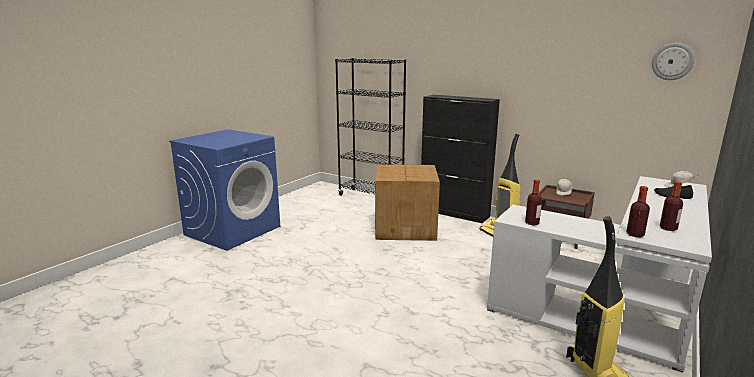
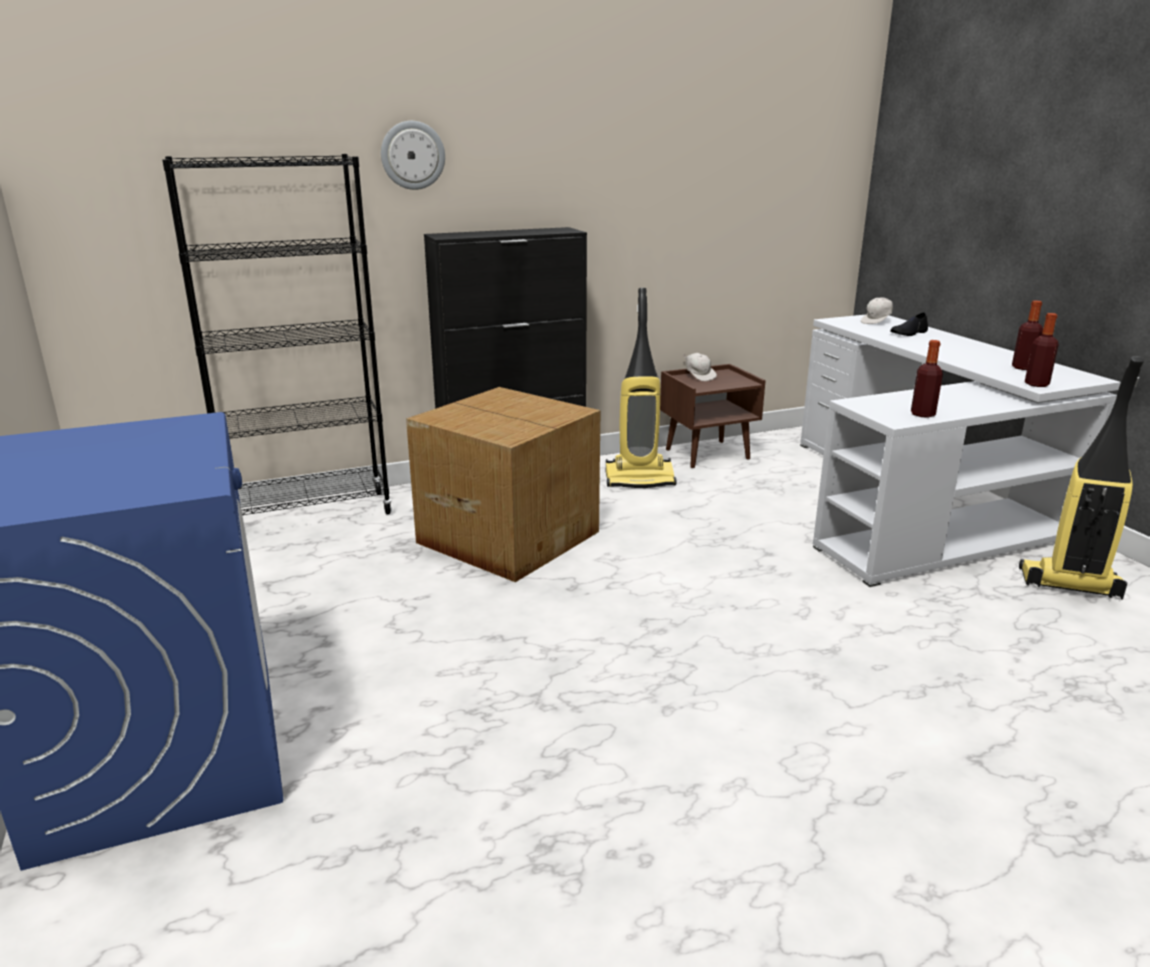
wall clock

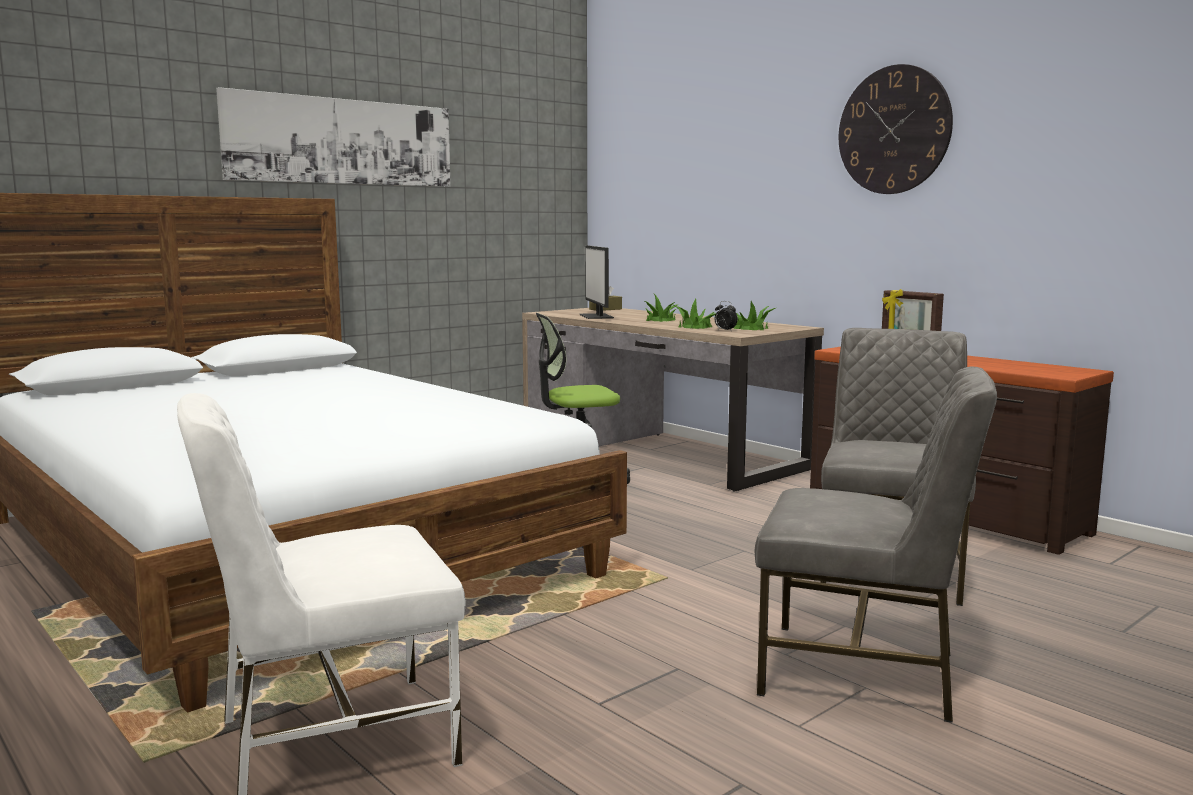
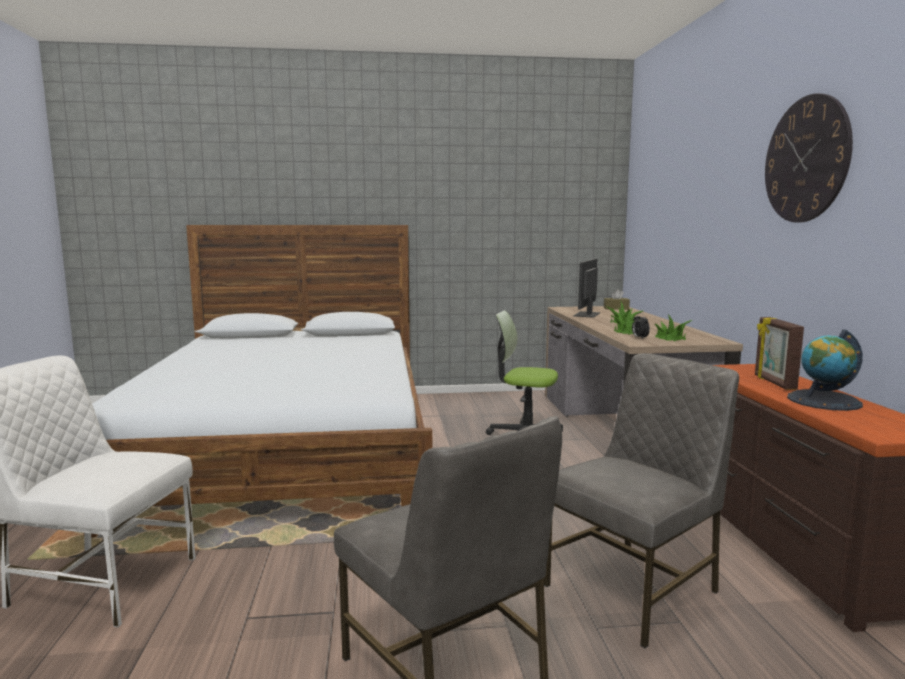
globe; picture

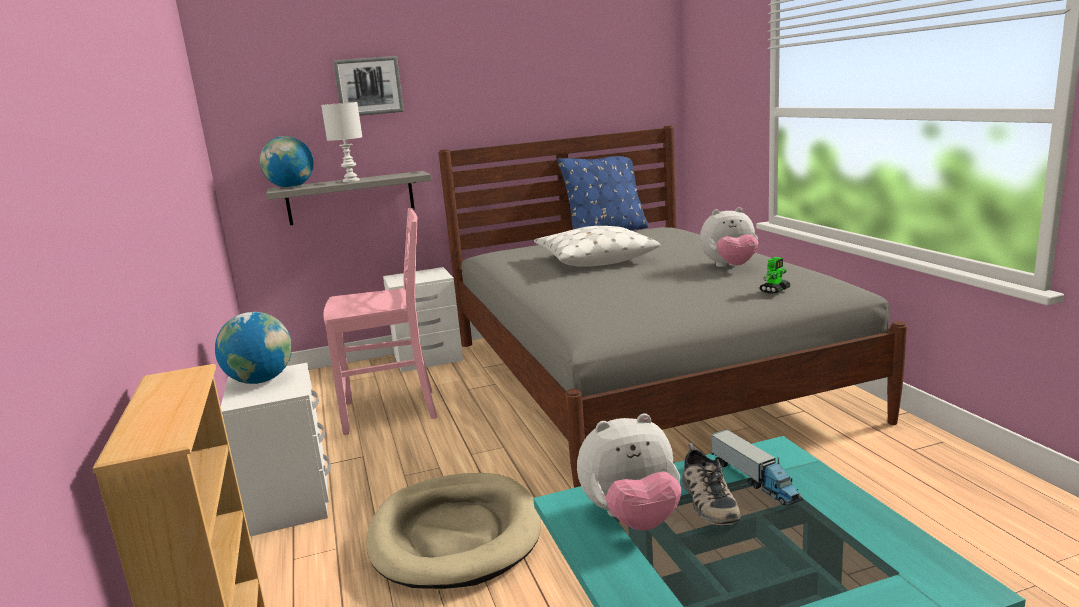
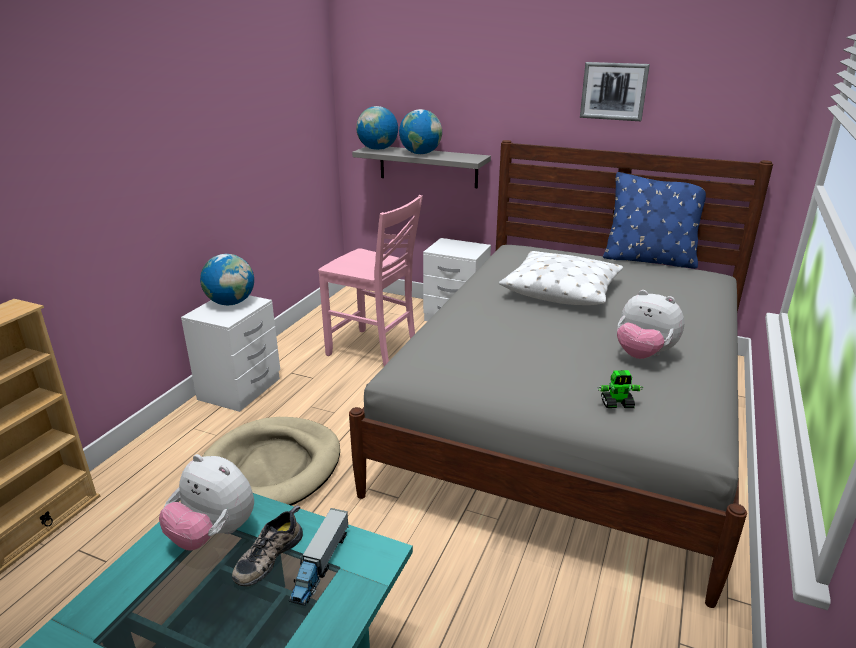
globe (no. 3 from left); picture

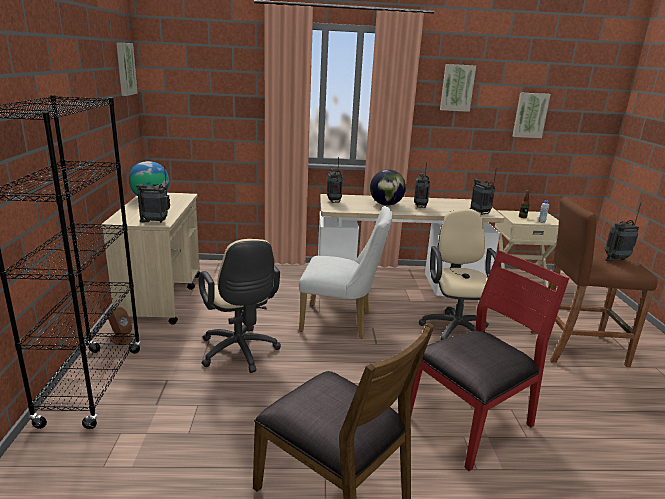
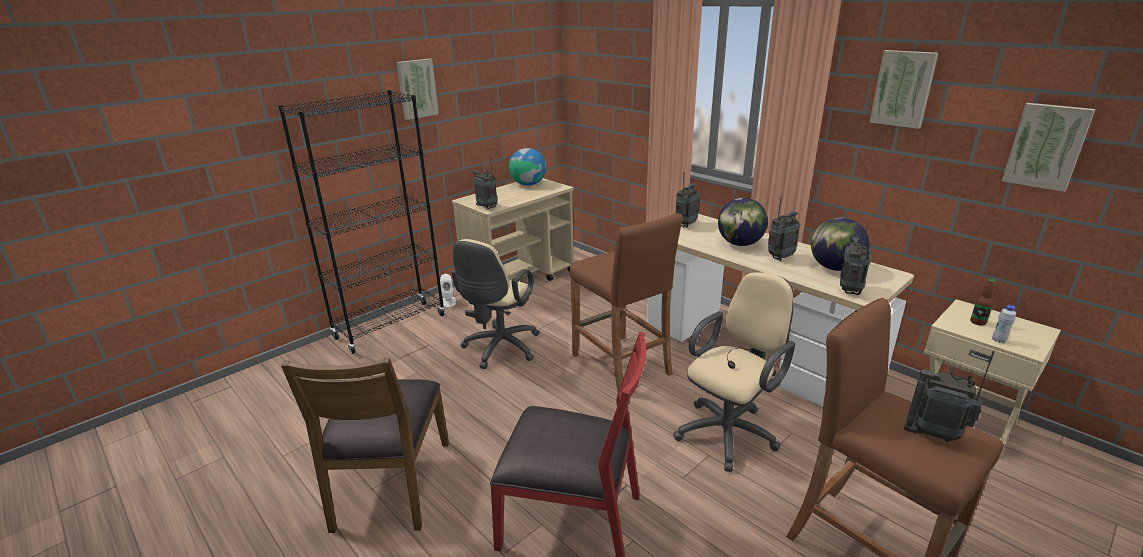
picture (no. 1 from left); white speaker; brown stool (no. 1 from left); globe (no. 3 from left)

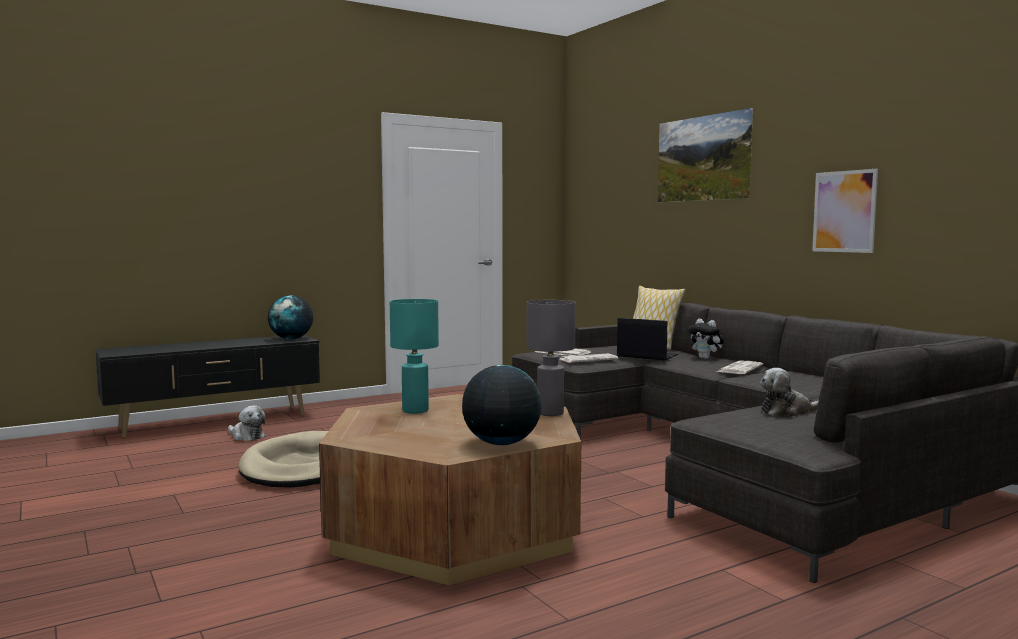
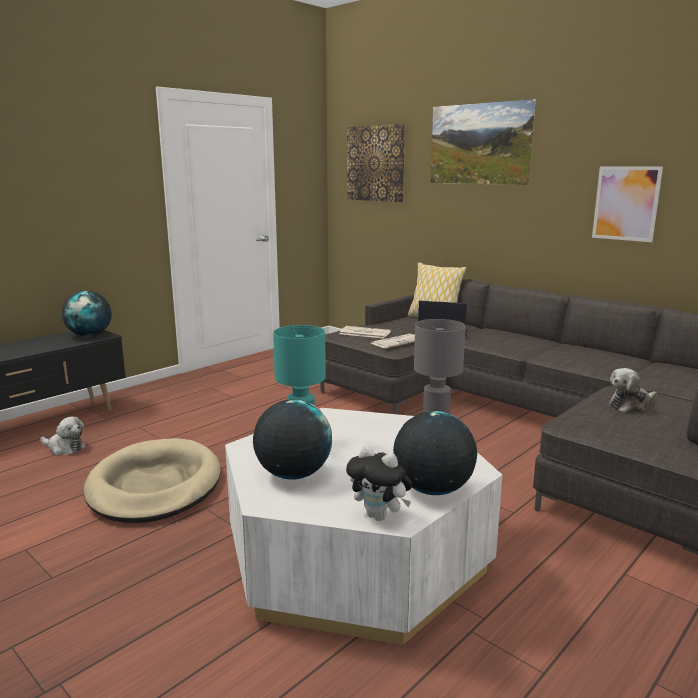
white coffee table; globe (no. 2 from left); plush toy (no. 2 from left); picture (no. 1 from left); newspaper (no. 3 from left in the first image)

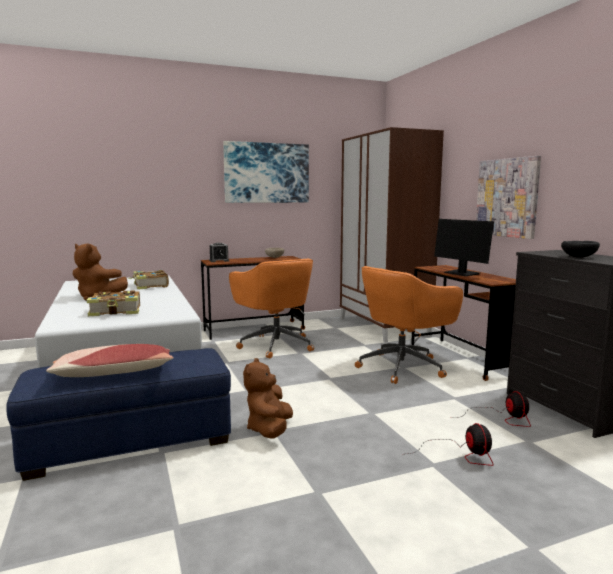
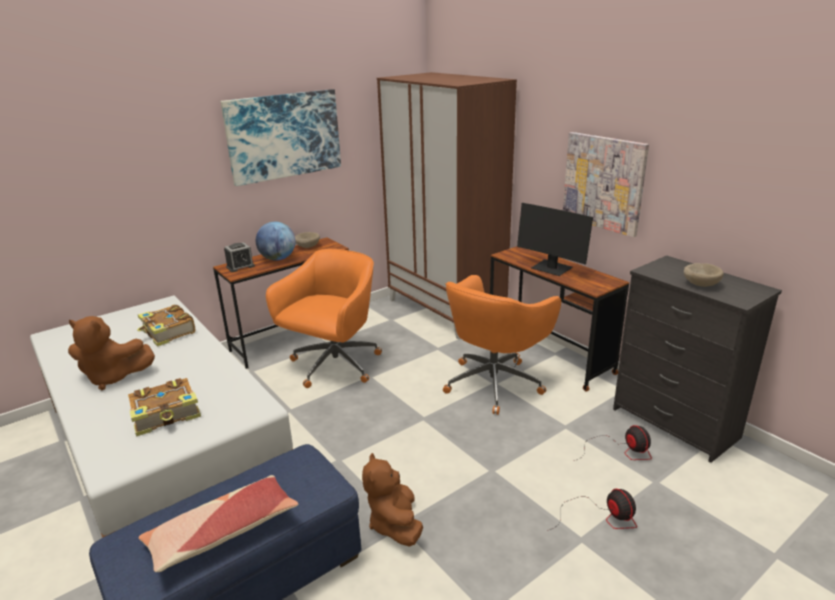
globe; orange office chair (no. 1 from left); beige bowl (no. 2 from left)

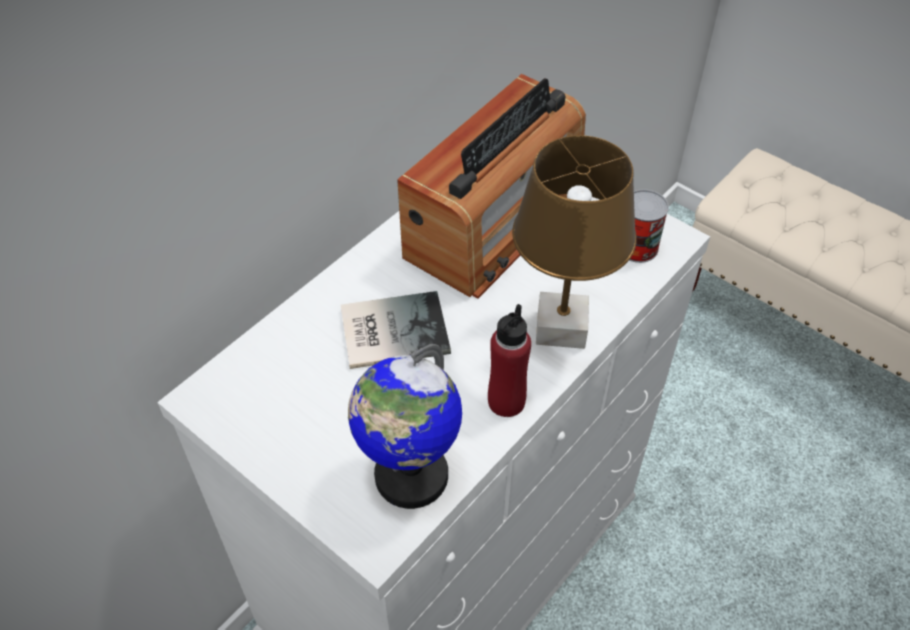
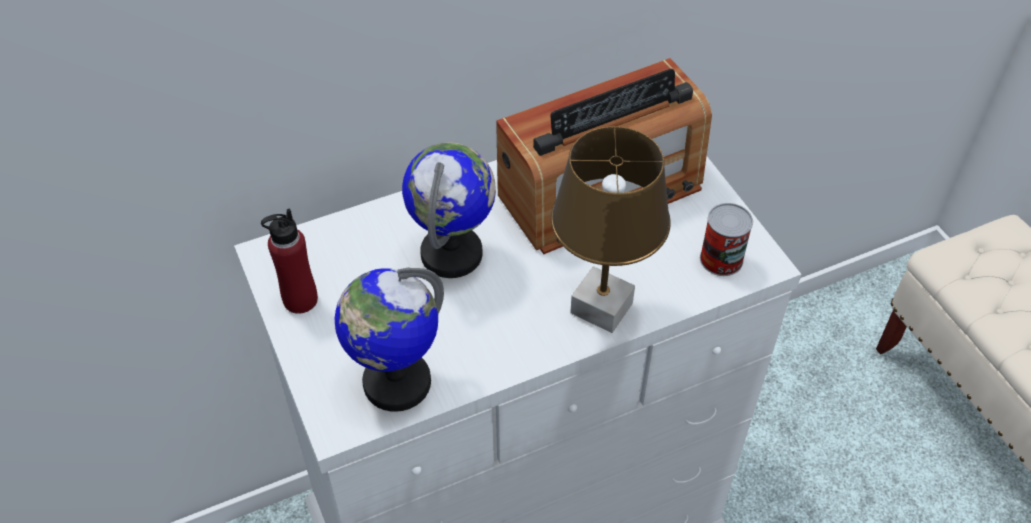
red bottle; globe (no. 2 from left)

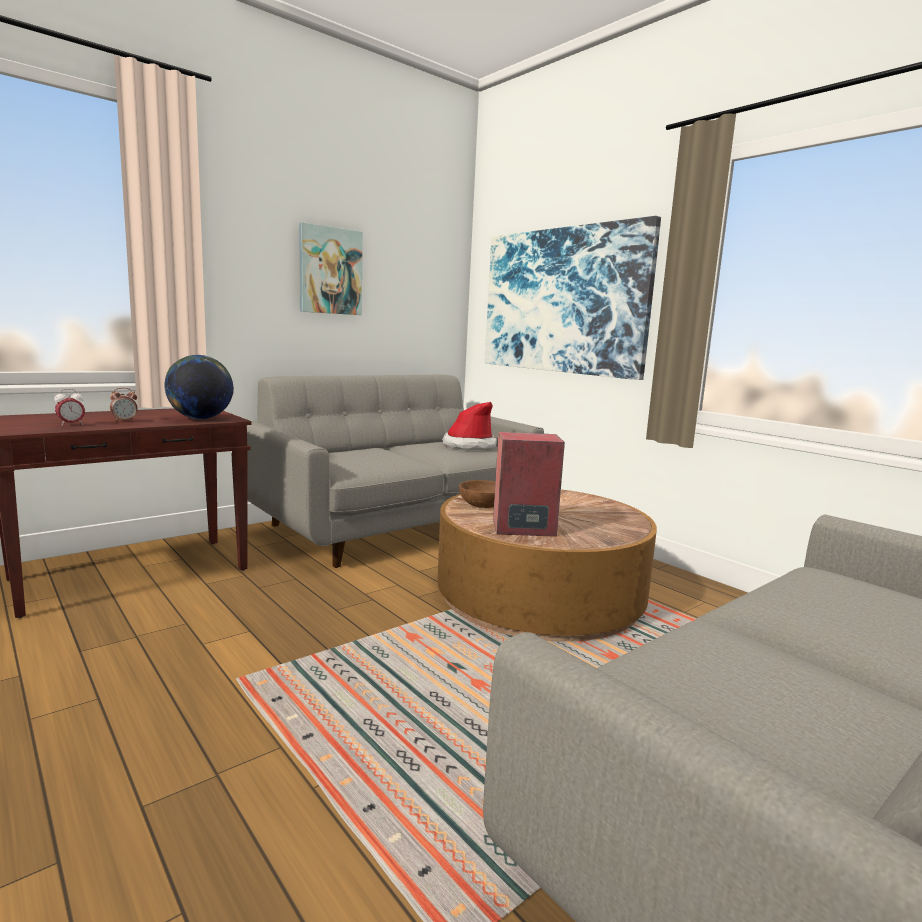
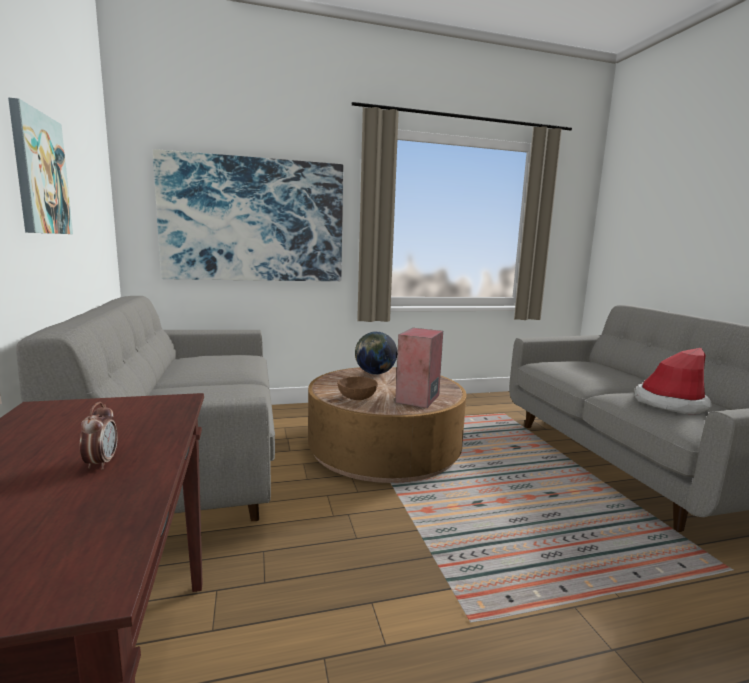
globe; hat; alarm clock (no. 1 from left in the first image)

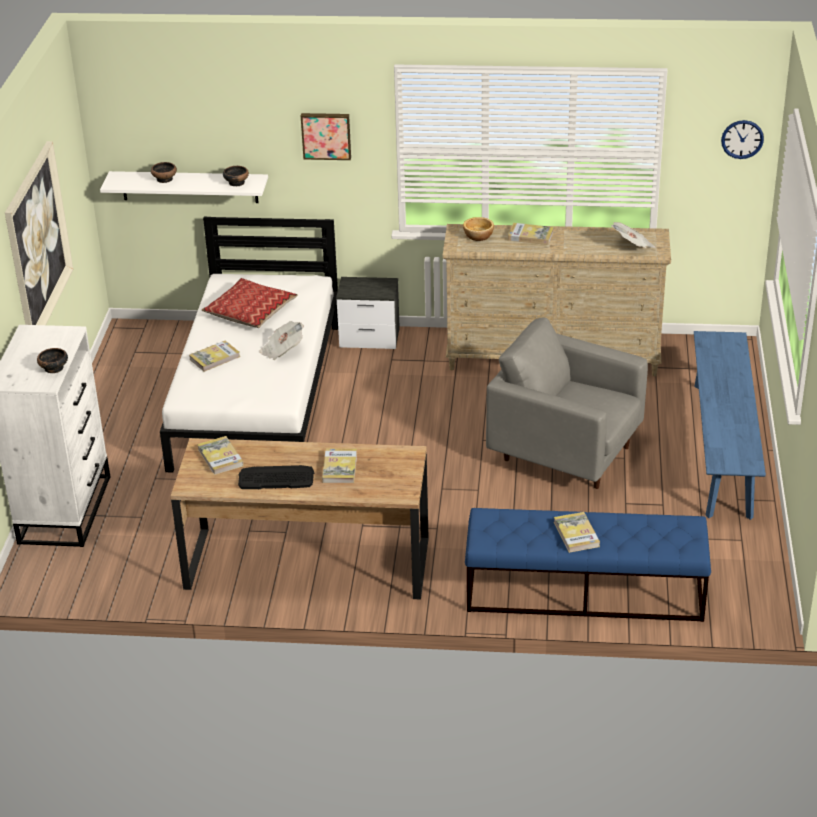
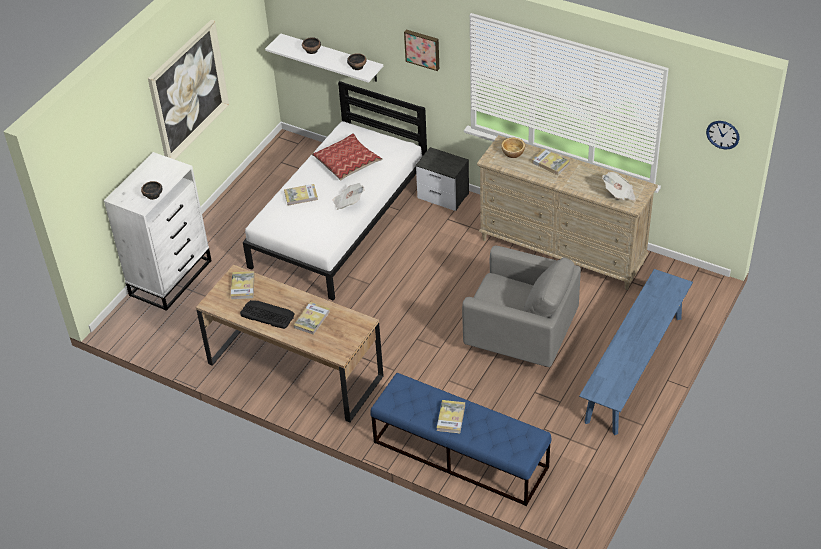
grey armchair

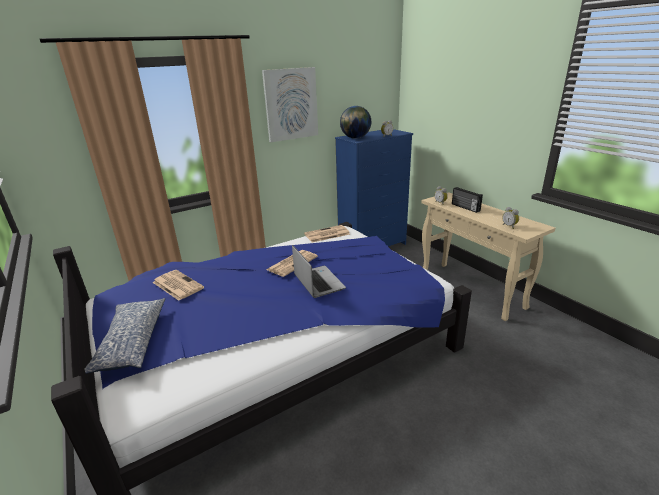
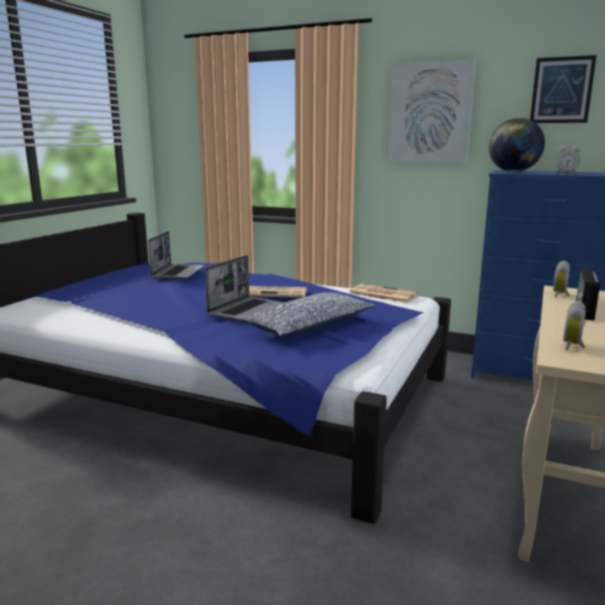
laptop (no. 1 from left); pillow; picture (no. 2 from left)

